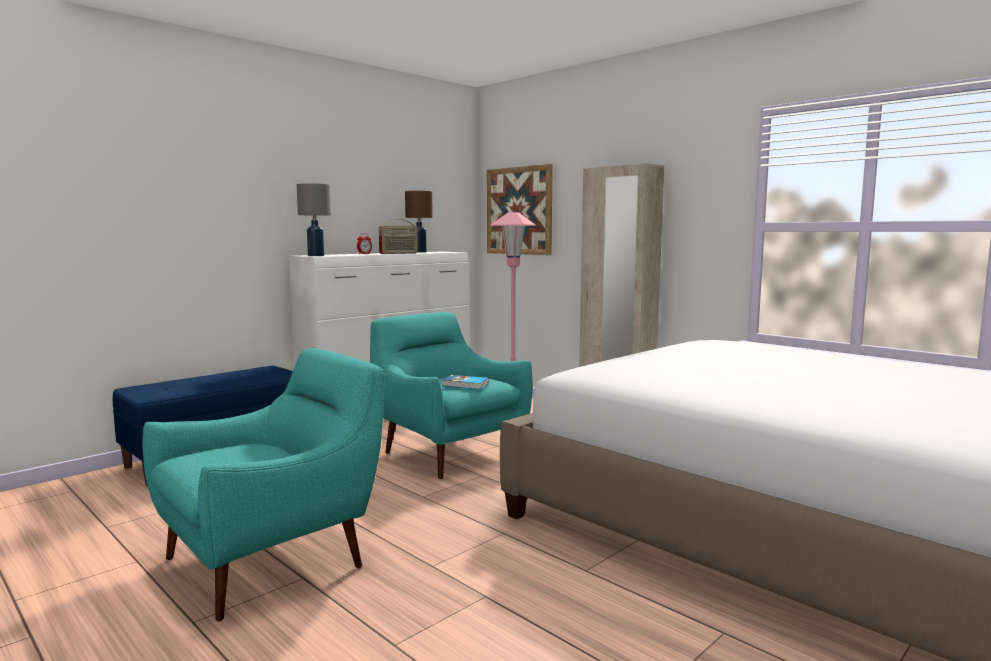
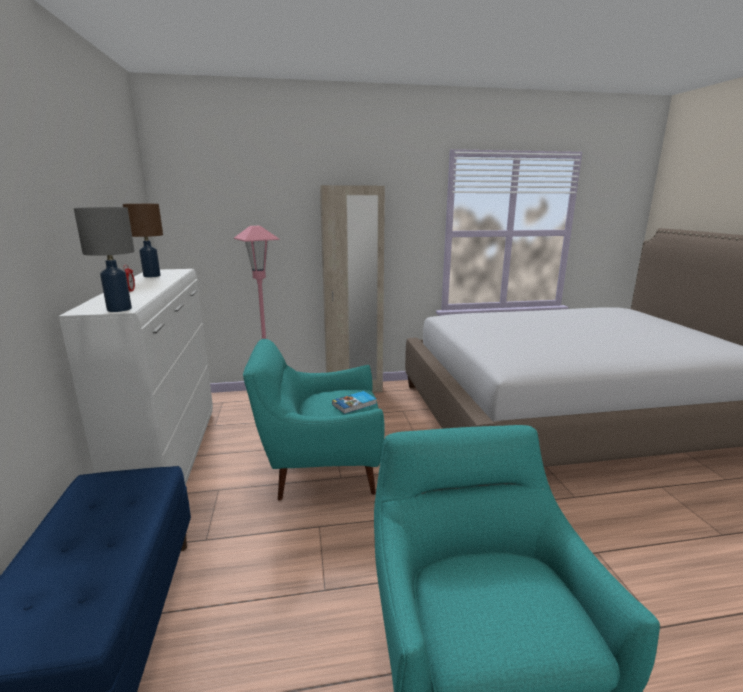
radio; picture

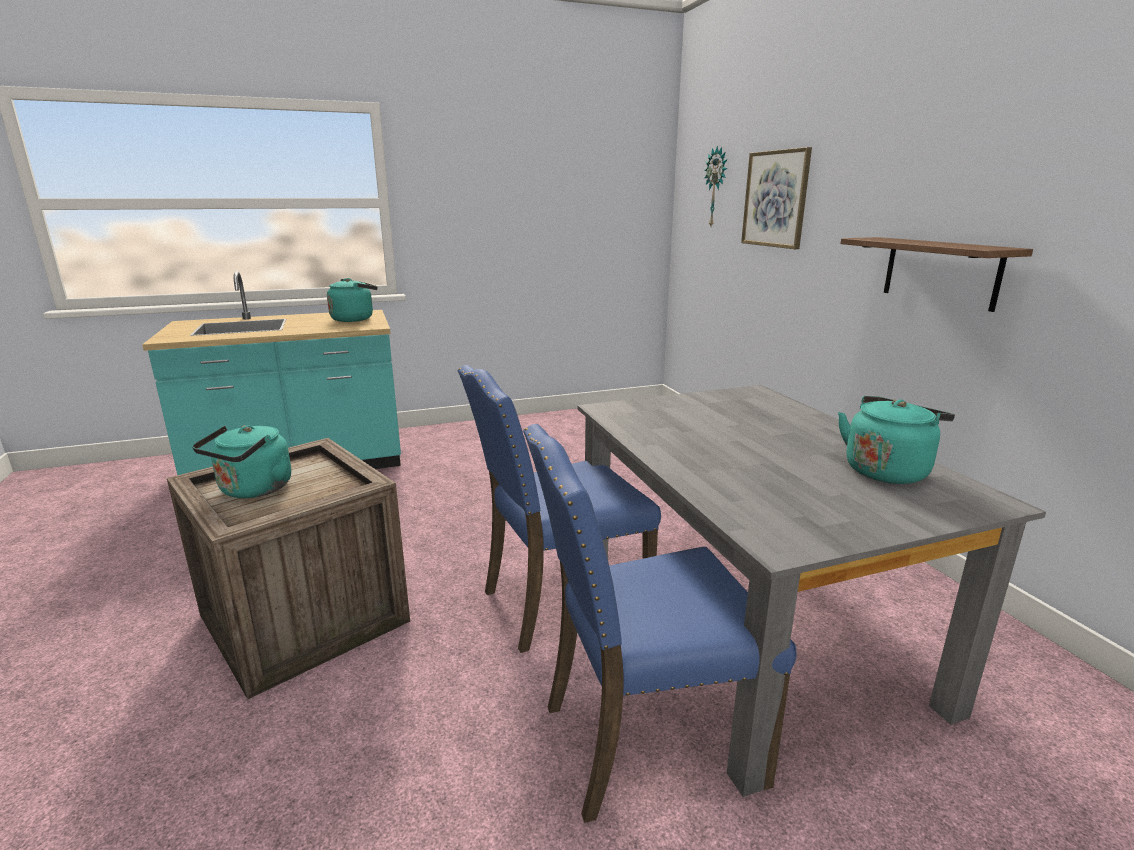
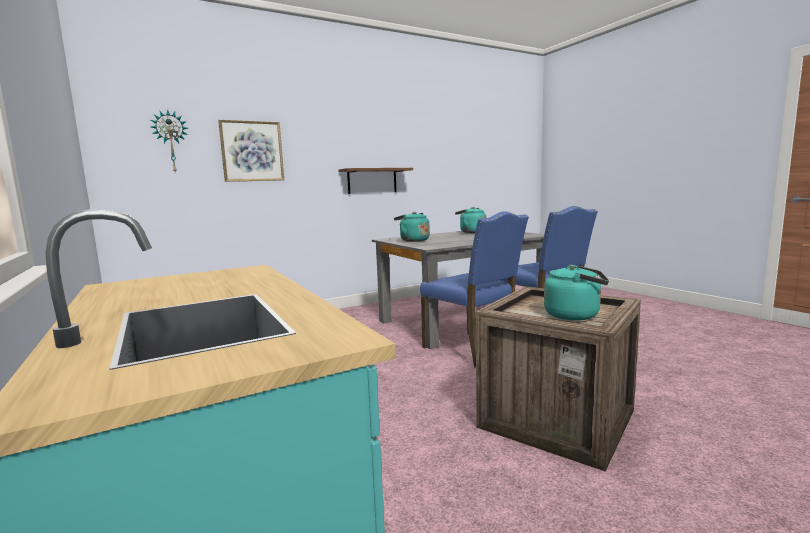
turquoise kettle (no. 1 from left)

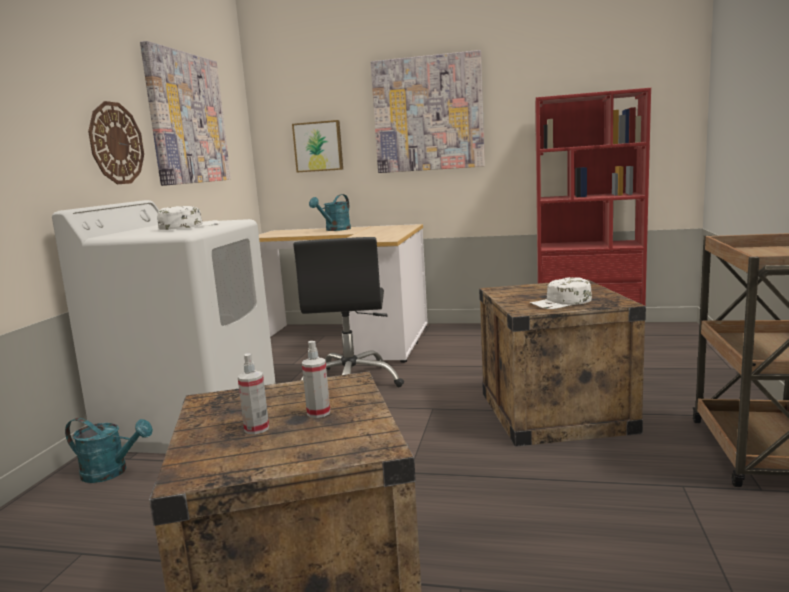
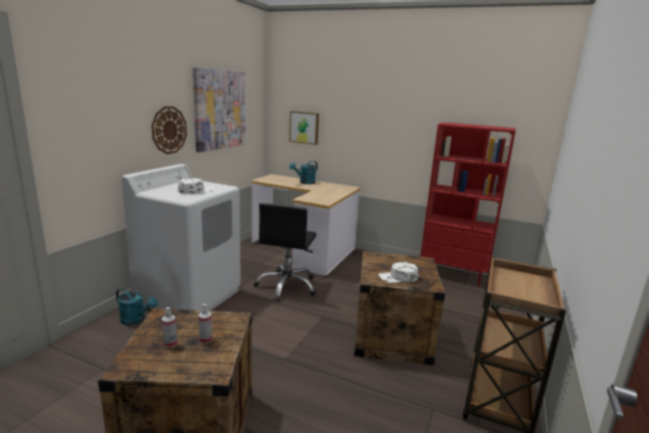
picture (no. 3 from left in the first image)

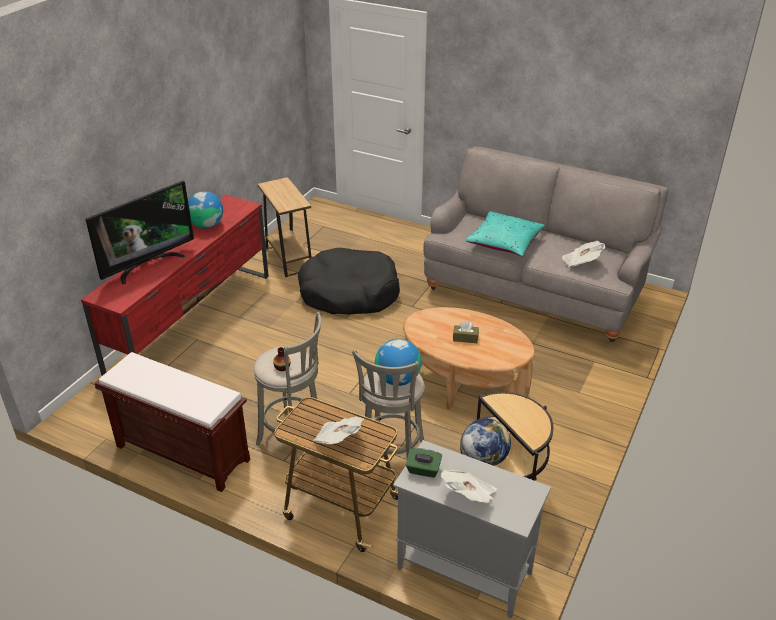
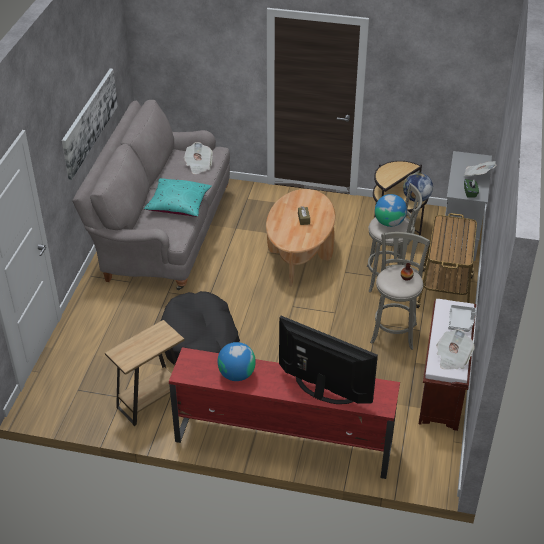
picture; newspaper (no. 2 from left); grey tray

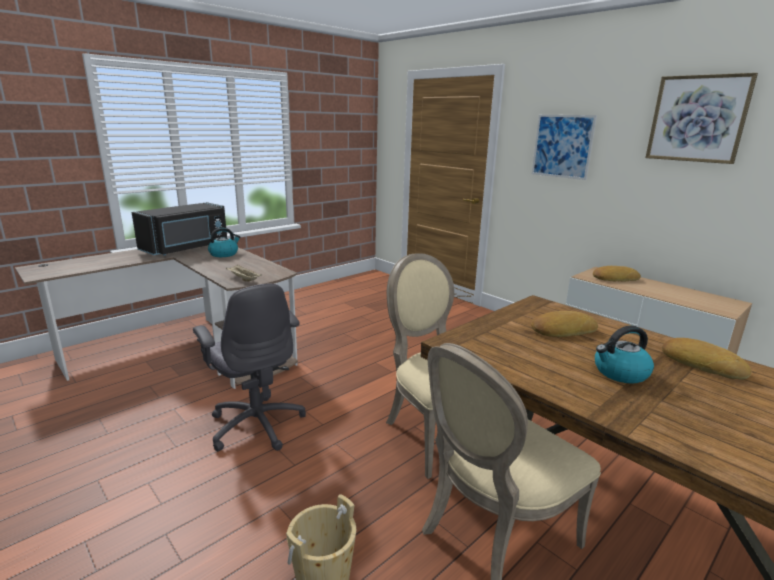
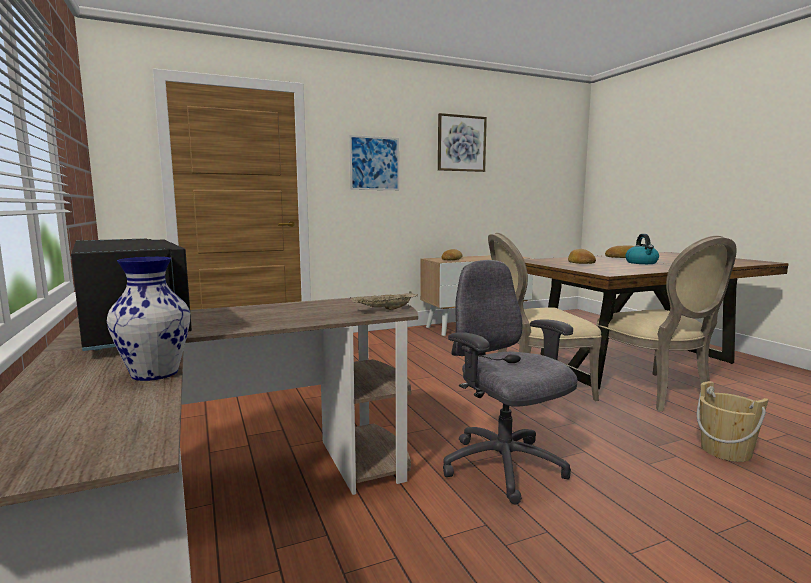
vase; grey office chair; kettle (no. 1 from left in the first image)

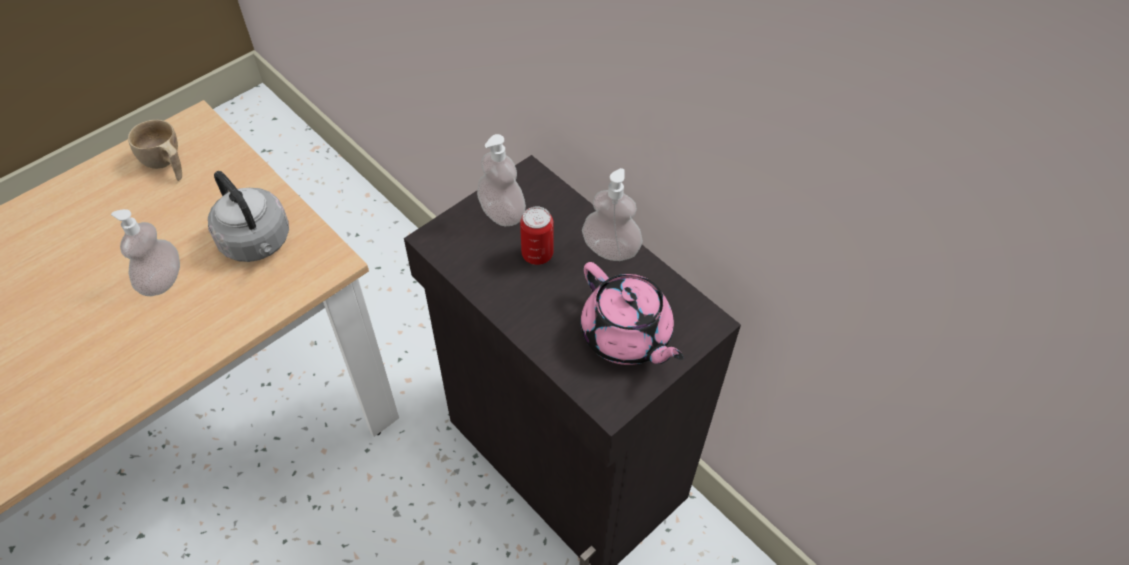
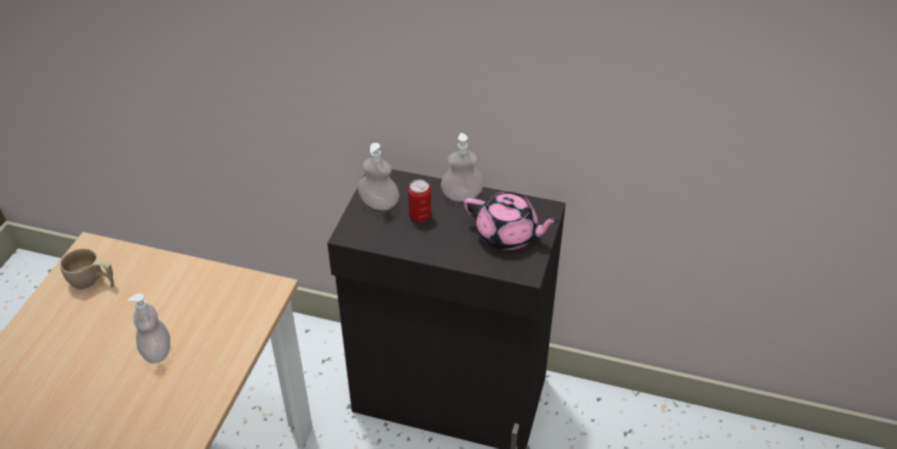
grey kettle

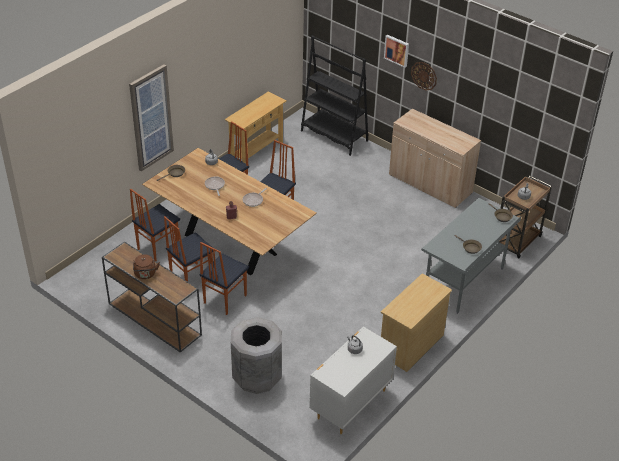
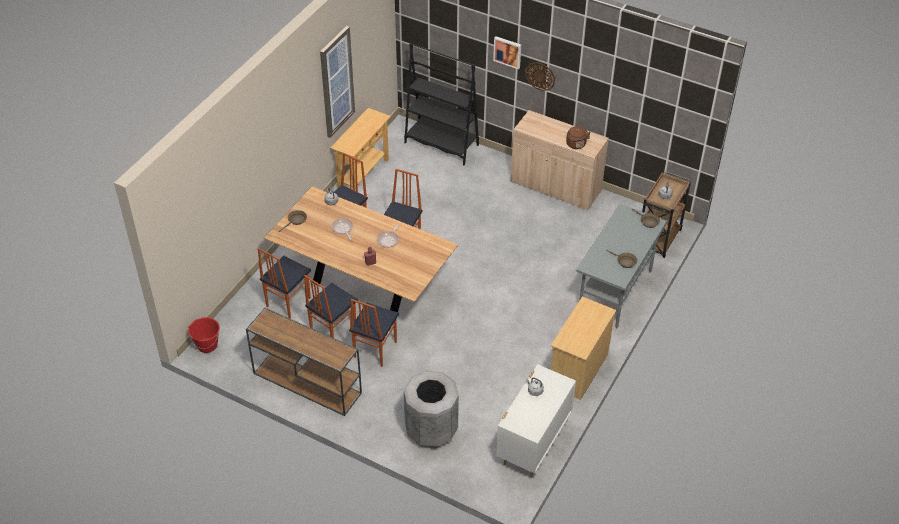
red bucket; picture (no. 1 from left); brown kettle

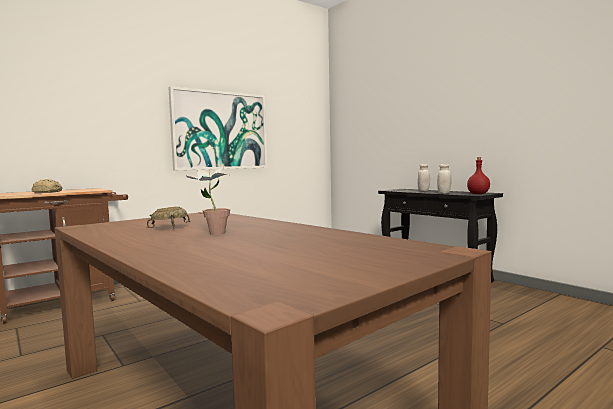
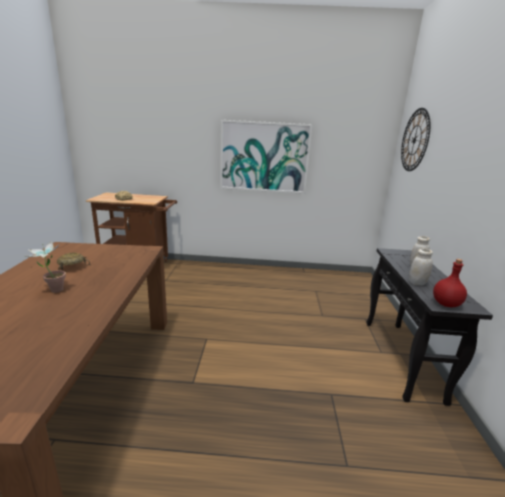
wall clock

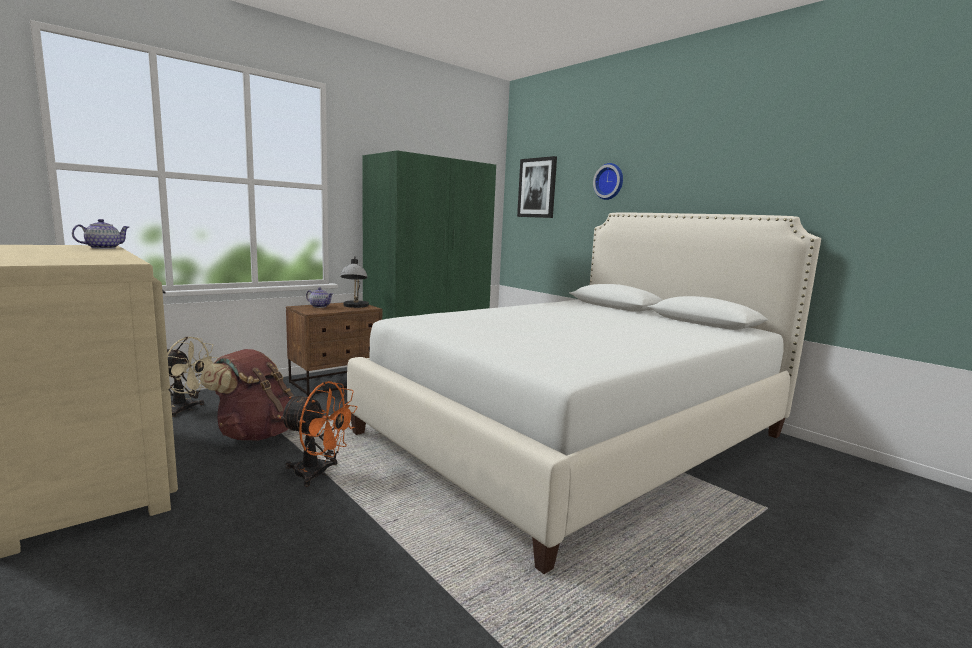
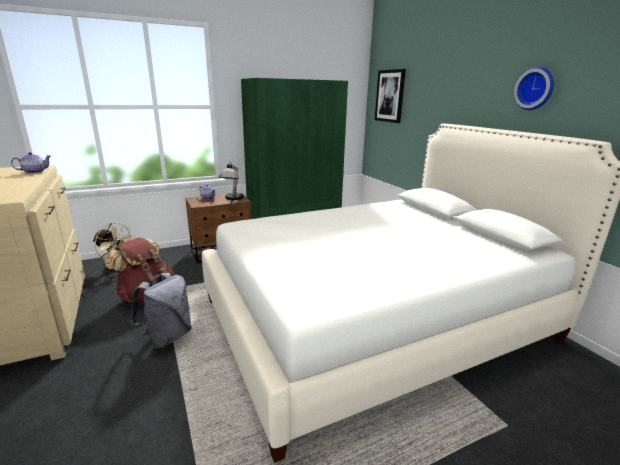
grey backpack; wall clock

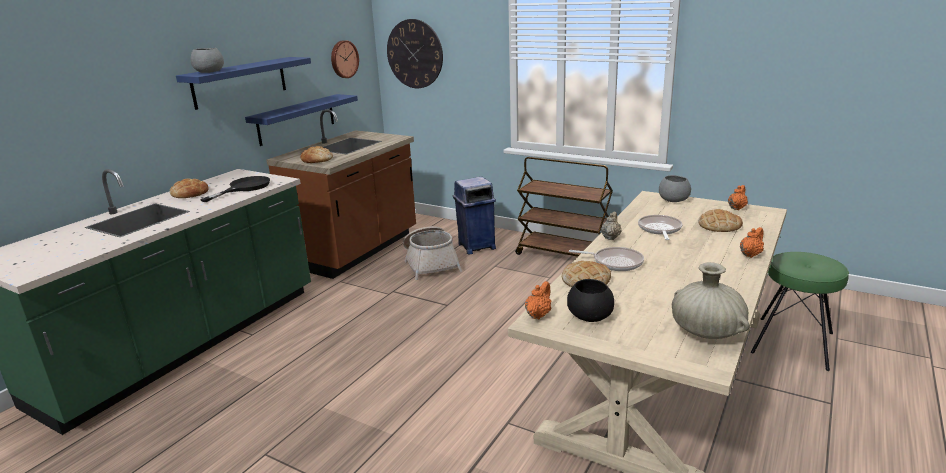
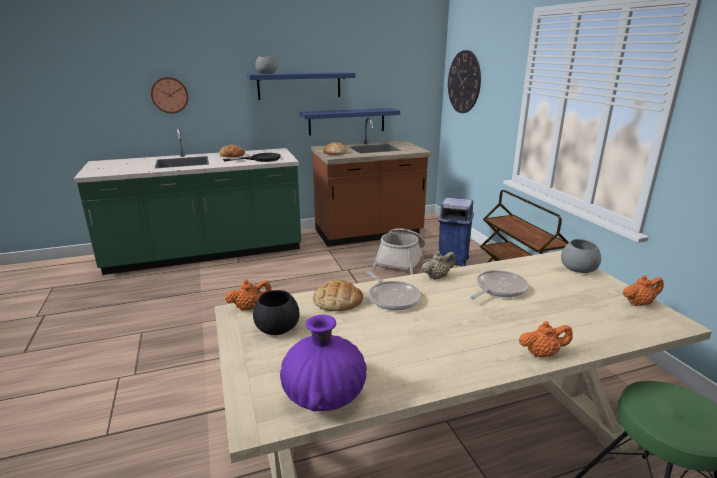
wall clock (no. 1 from left); purple vase; bread (no. 4 from left in the first image)

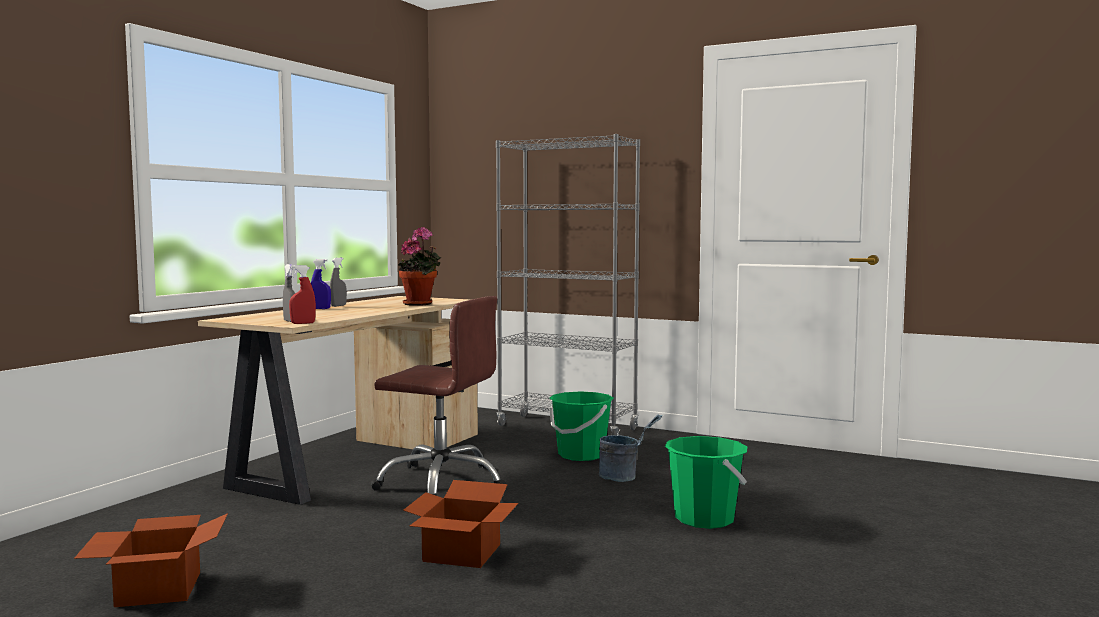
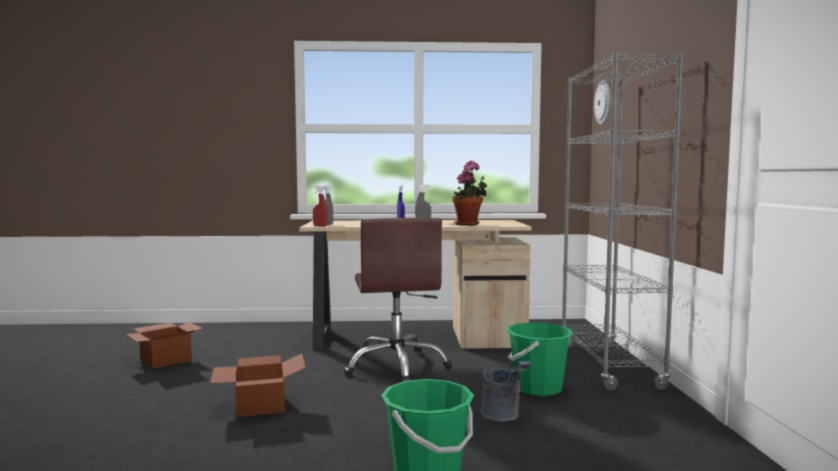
wall clock

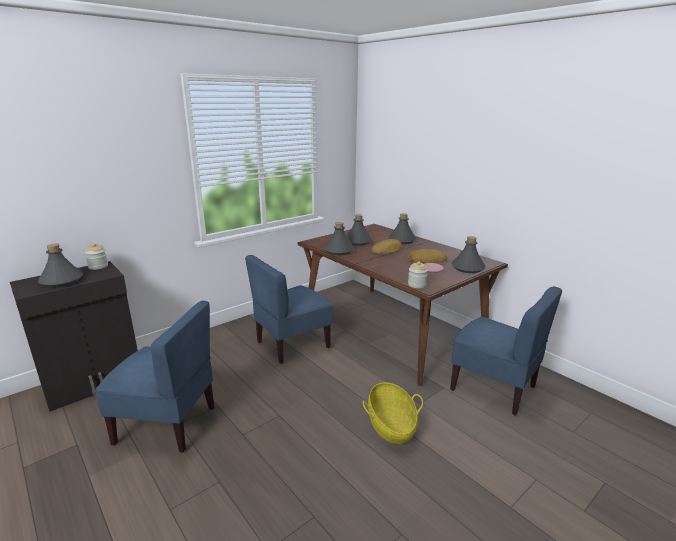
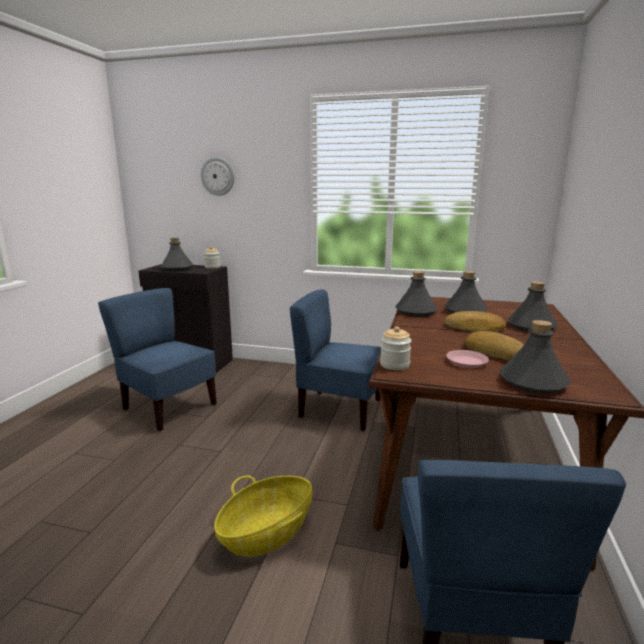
blue chair (no. 1 from left); wall clock

